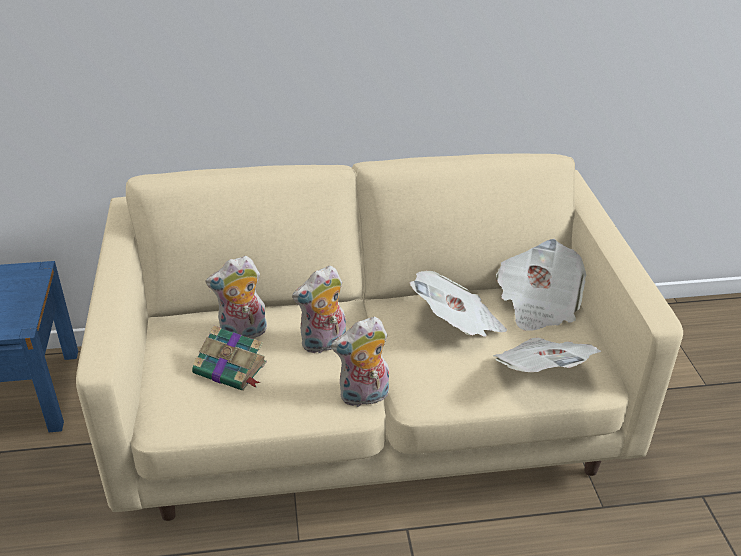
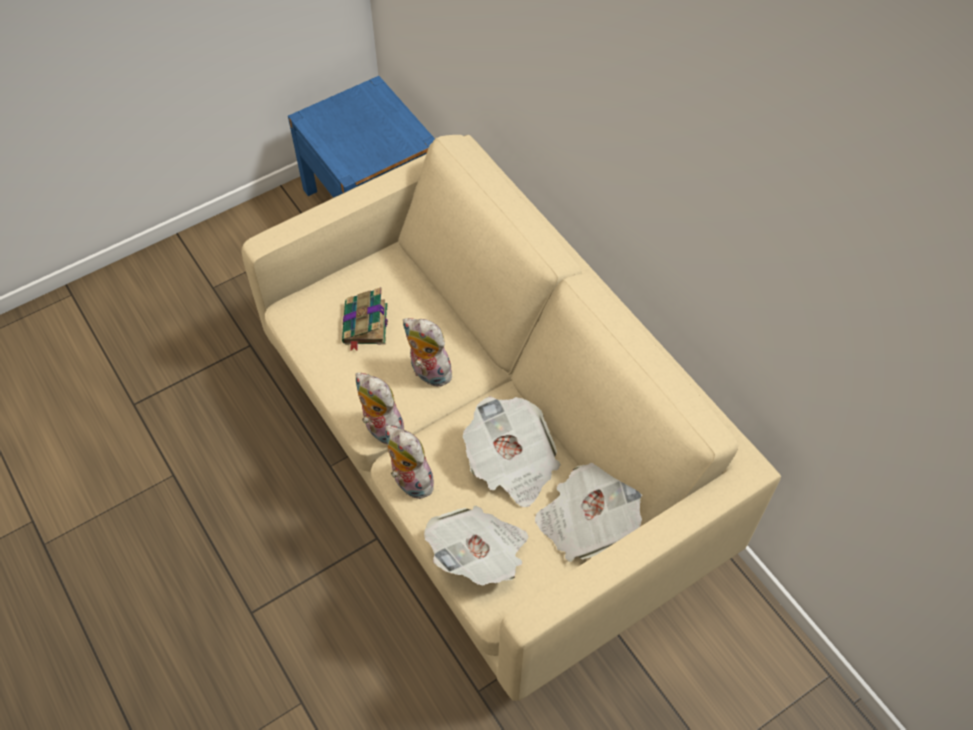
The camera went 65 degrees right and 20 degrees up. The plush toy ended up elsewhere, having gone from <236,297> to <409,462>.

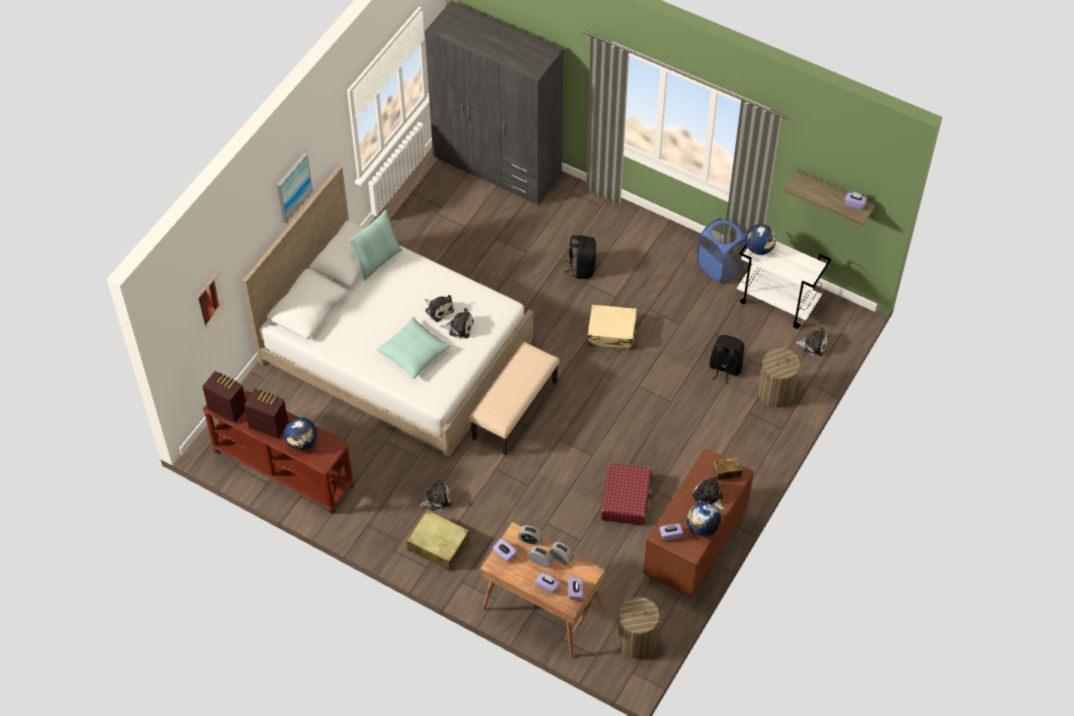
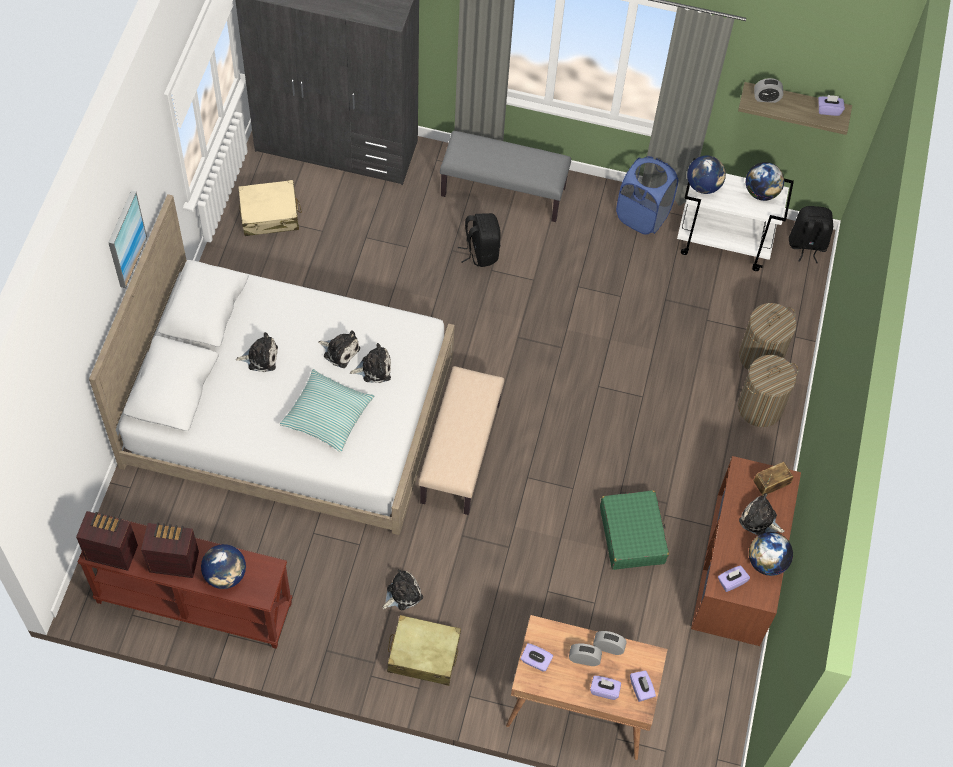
The camera went 20 degrees left and 5 degrees up. The second view lost the picture at <211,300>. The second view lost the pillow at <375,245>. The second view gained the grey bench at <505,176>. The second view gained the globe at <765,181>. The alarm clock ended up elsewhere, having gone from <530,536> to <768,90>. The beige suitcase ended up elsewhere, having gone from <612,327> to <270,208>. The laundry basket ended up elsewhere, having gone from <639,628> to <768,391>. The black backpack ended up elsewhere, having gone from <726,359> to <811,234>. The plush toy ended up elsewhere, having gone from <811,341> to <257,352>. What was the red suitcase at <626,494> turned into the green suitcase at <634,530>.

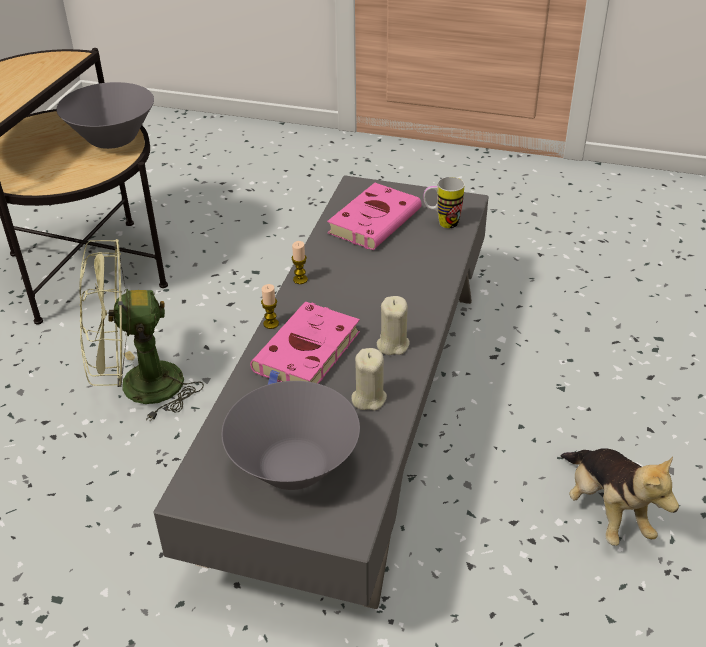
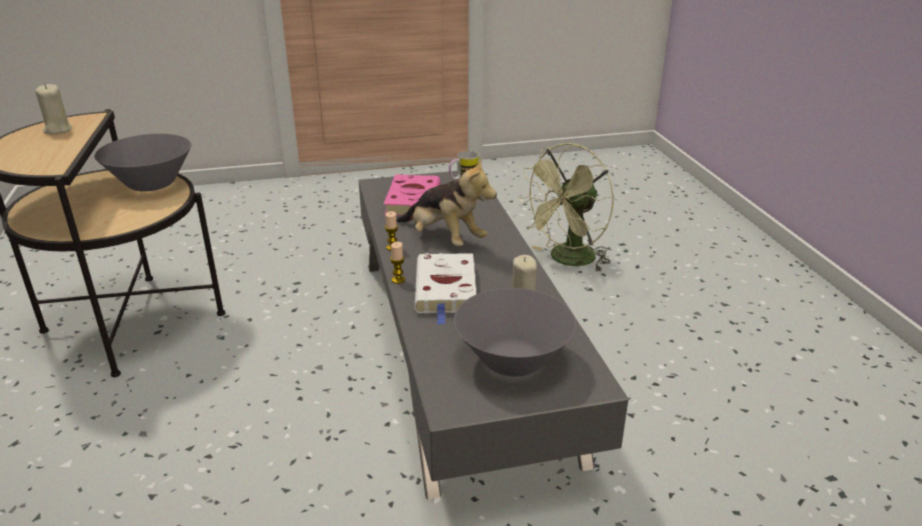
The camera went 30 degrees left and 10 degrees down. The green fan ended up elsewhere, having gone from <141,330> to <566,207>. The beige candle ended up elsewhere, having gone from <393,325> to <53,109>. The plush toy ended up elsewhere, having gone from <620,497> to <446,202>. What was the pink book at <305,343> turned into the white book at <446,289>.

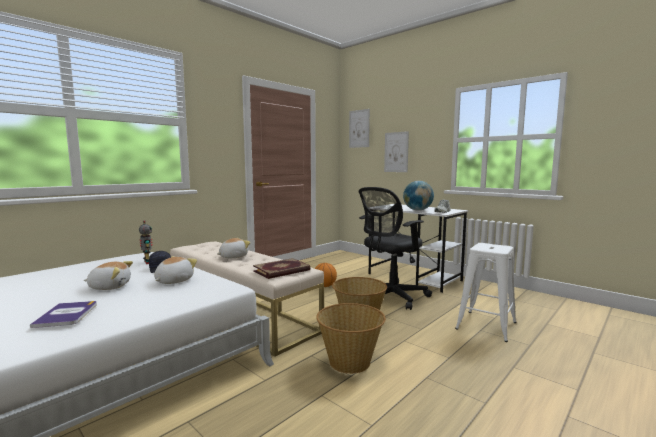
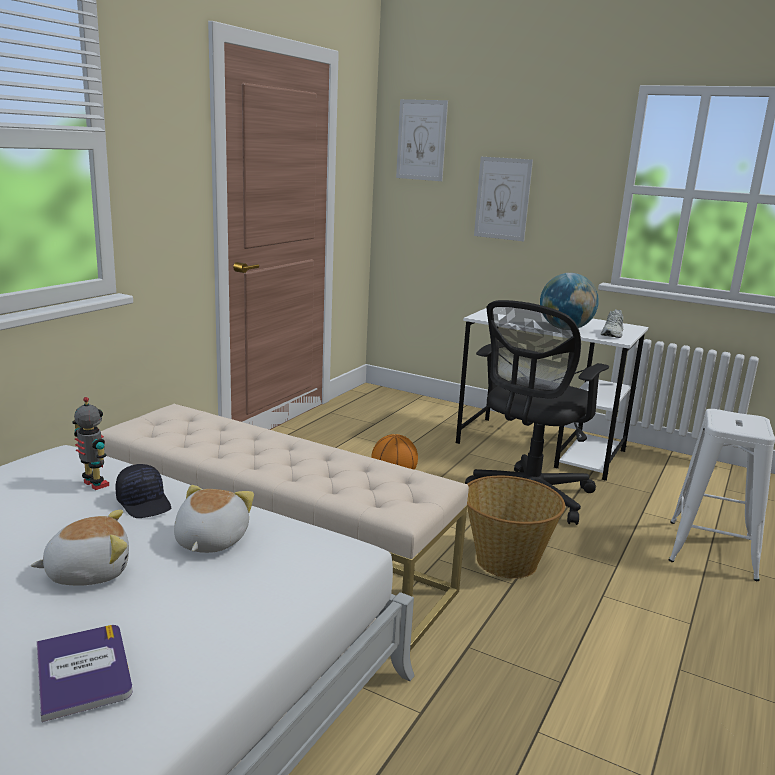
The camera went 15 degrees left and 10 degrees up. The second view lost the plush toy at <233,248>. The second view lost the book at <281,268>. The second view lost the basket at <351,338>.

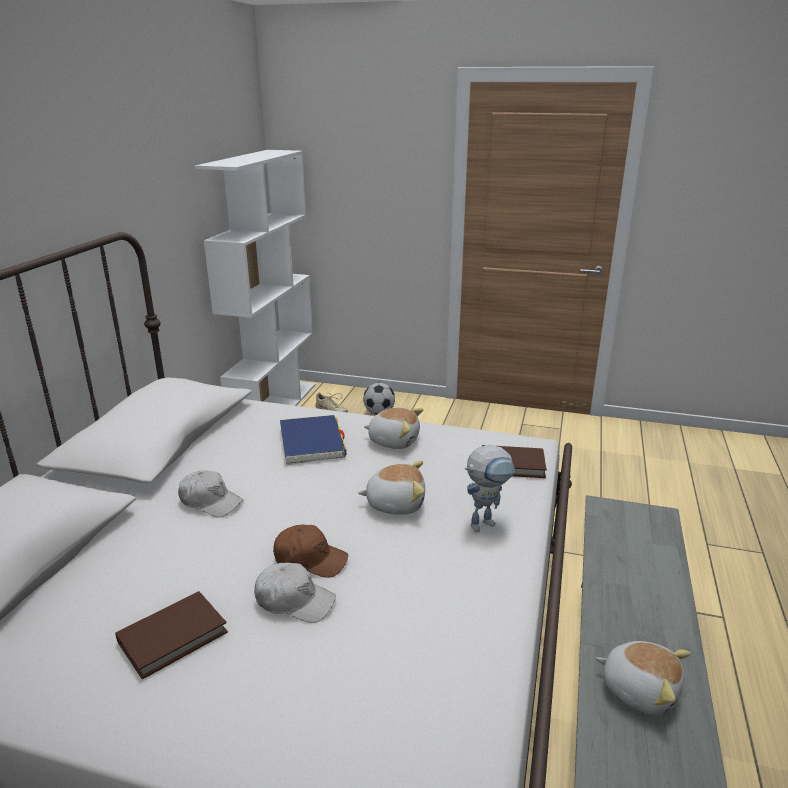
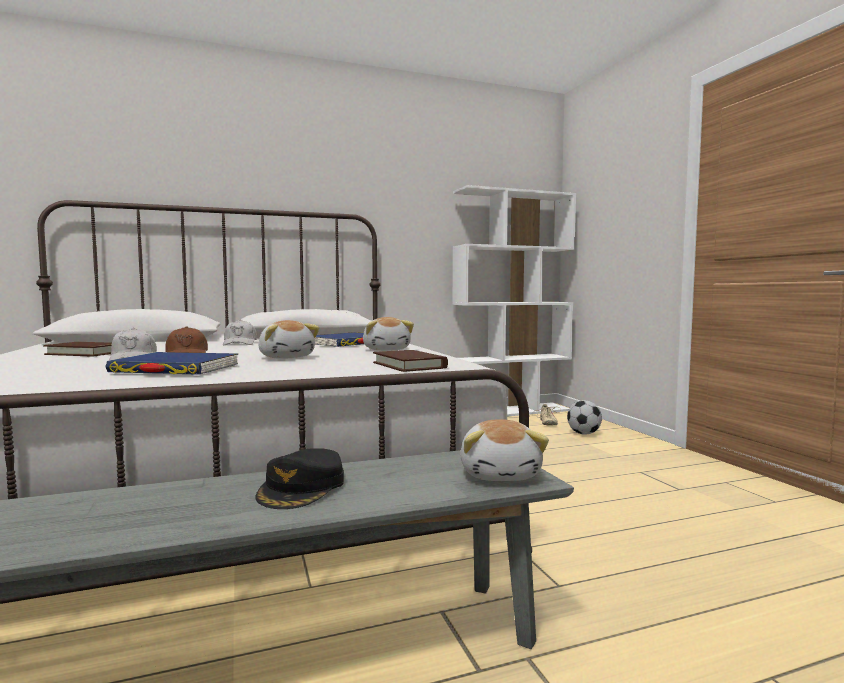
The camera went 55 degrees right and 20 degrees down. The second view lost the toy robot at <490,488>. The second view gained the blue book at <172,363>. The second view gained the black cap at <299,478>. The plush toy ended up elsewhere, having gone from <643,678> to <504,450>.

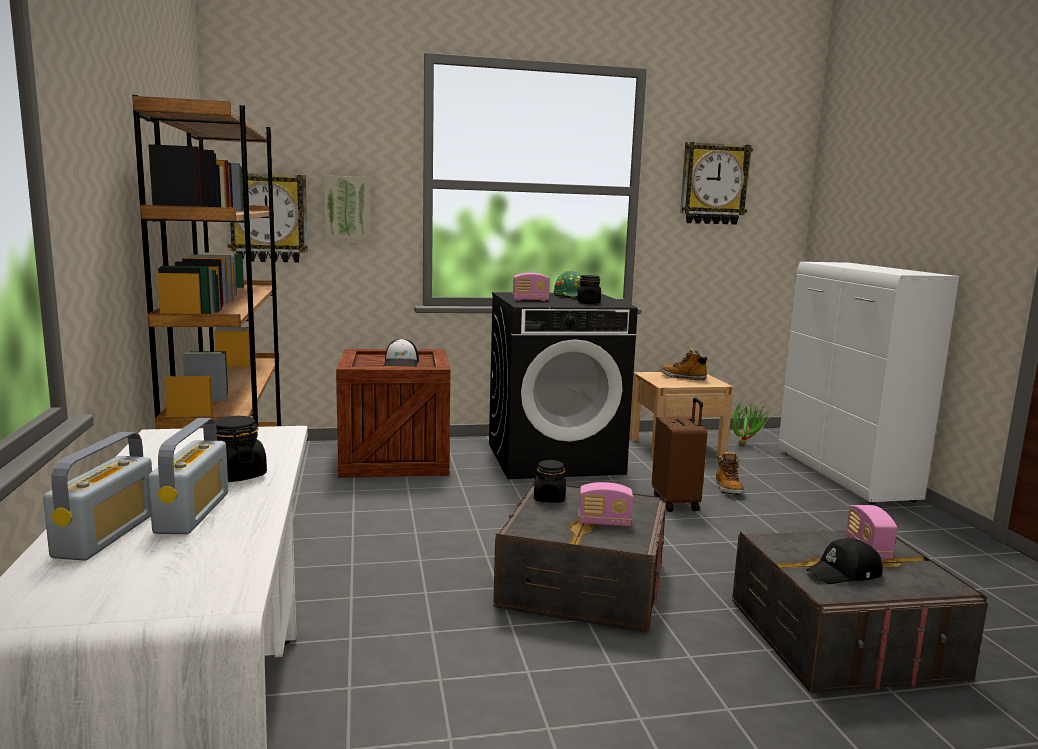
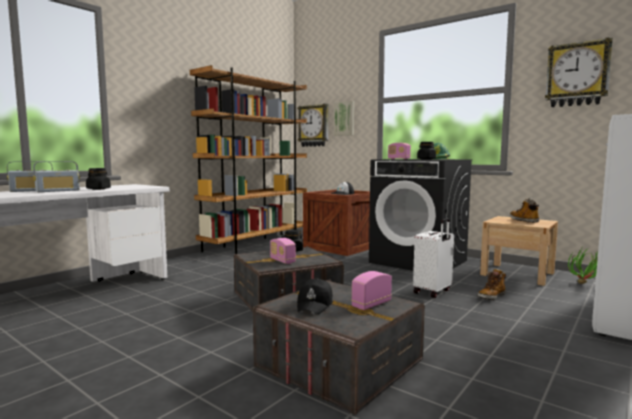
The camera went 50 degrees right and 5 degrees down. What was the brown suitcase at <679,455> turned into the white suitcase at <433,258>. The black cap at <844,561> ended up facing another way, 105 degrees counterclockwise from before.

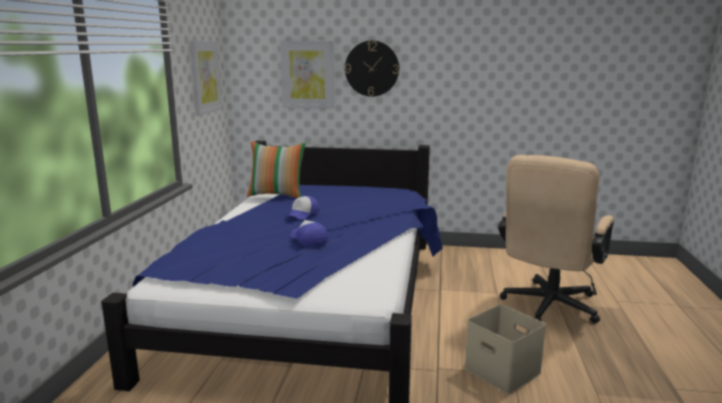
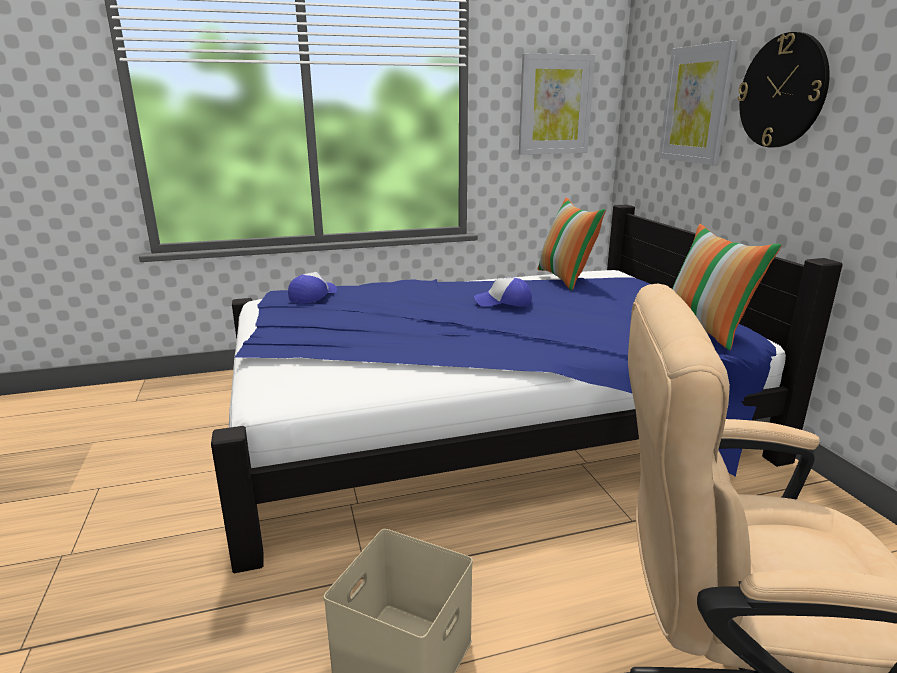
The camera went 65 degrees right and 5 degrees up. The second view gained the pillow at <727,287>. The cap ended up elsewhere, having gone from <309,233> to <312,288>.

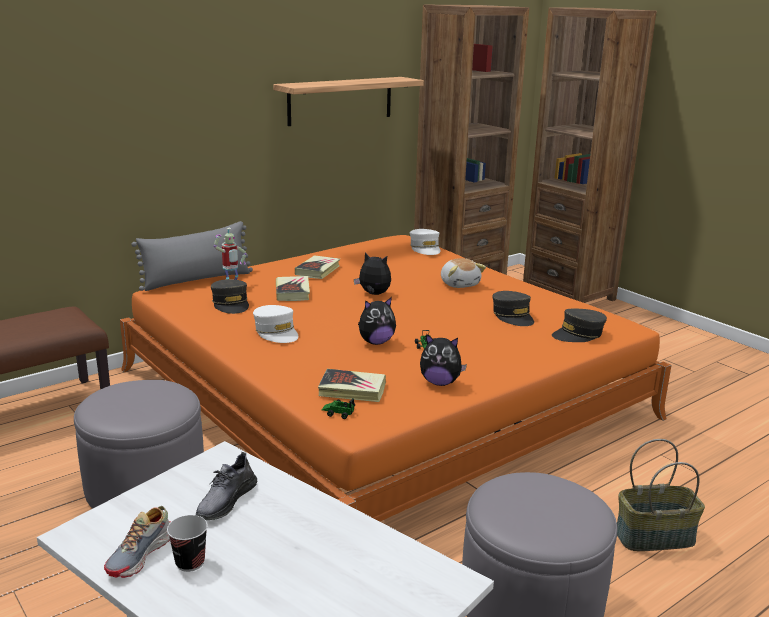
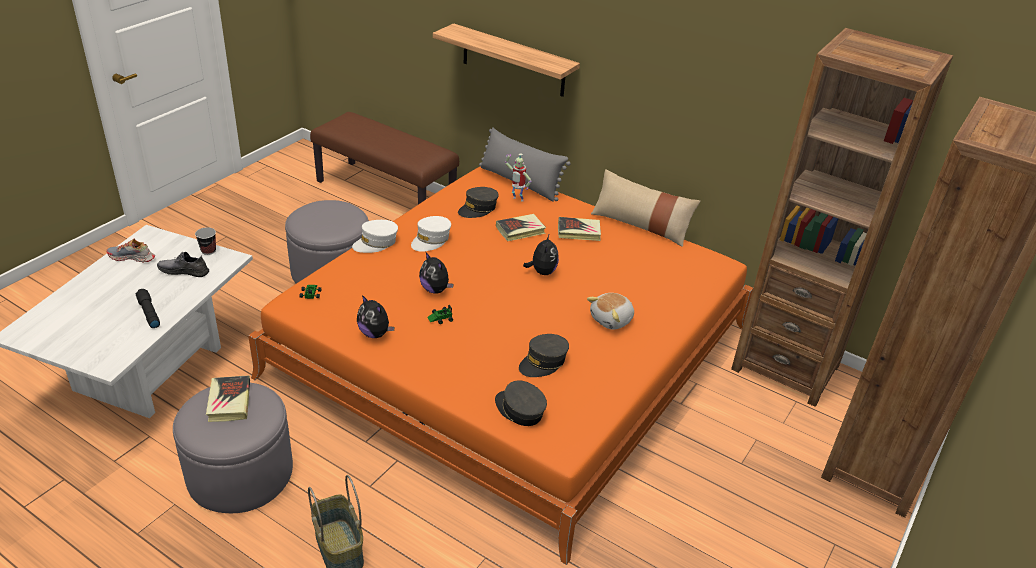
The camera went 70 degrees right and 15 degrees up. The second view gained the black flashlight at <148,308>. The second view gained the beige pillow at <645,208>. The cup ended up elsewhere, having gone from <187,543> to <205,241>. The shelf ended up elsewhere, having gone from <348,101> to <506,60>. The book ended up elsewhere, having gone from <352,385> to <228,398>. The white cap ended up elsewhere, having gone from <425,242> to <375,236>. The plush toy at <443,360> ended up facing another way, 45 degrees counterclockwise from before.

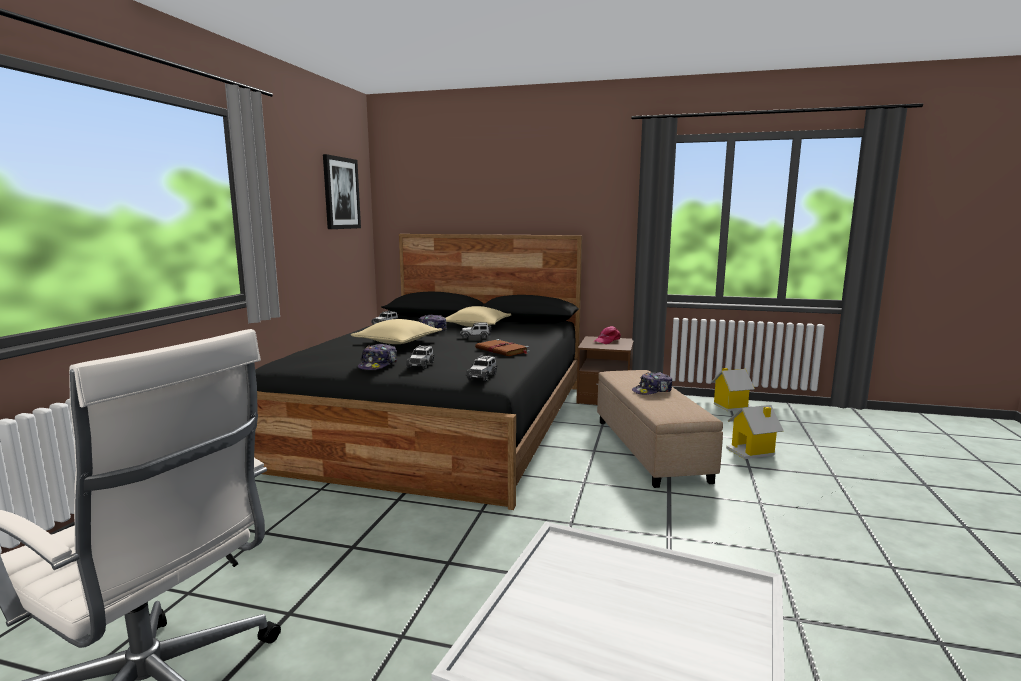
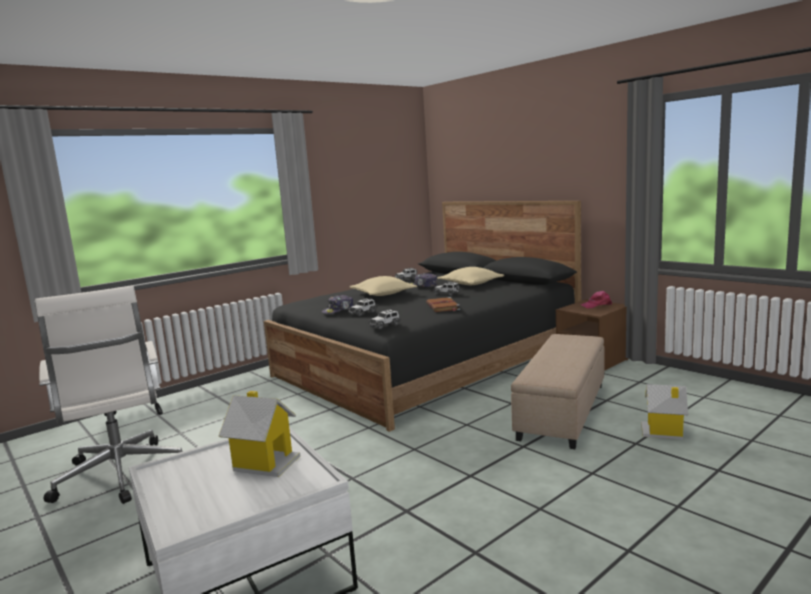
The camera went 35 degrees right and 0 degrees up. The second view lost the picture at <342,191>. The second view lost the cap at <652,383>. The toy house ended up elsewhere, having gone from <733,389> to <259,434>.

